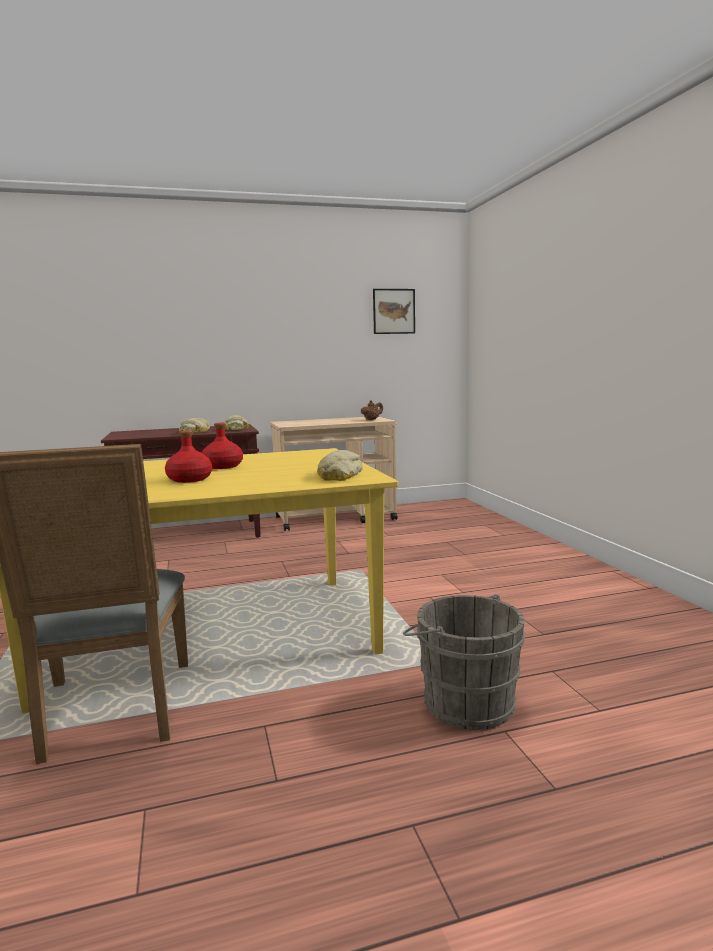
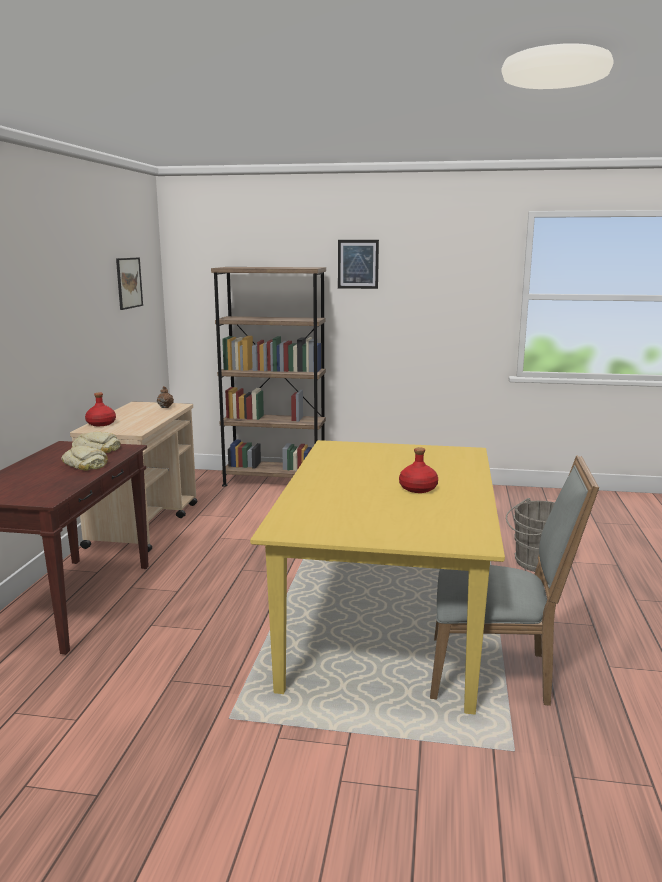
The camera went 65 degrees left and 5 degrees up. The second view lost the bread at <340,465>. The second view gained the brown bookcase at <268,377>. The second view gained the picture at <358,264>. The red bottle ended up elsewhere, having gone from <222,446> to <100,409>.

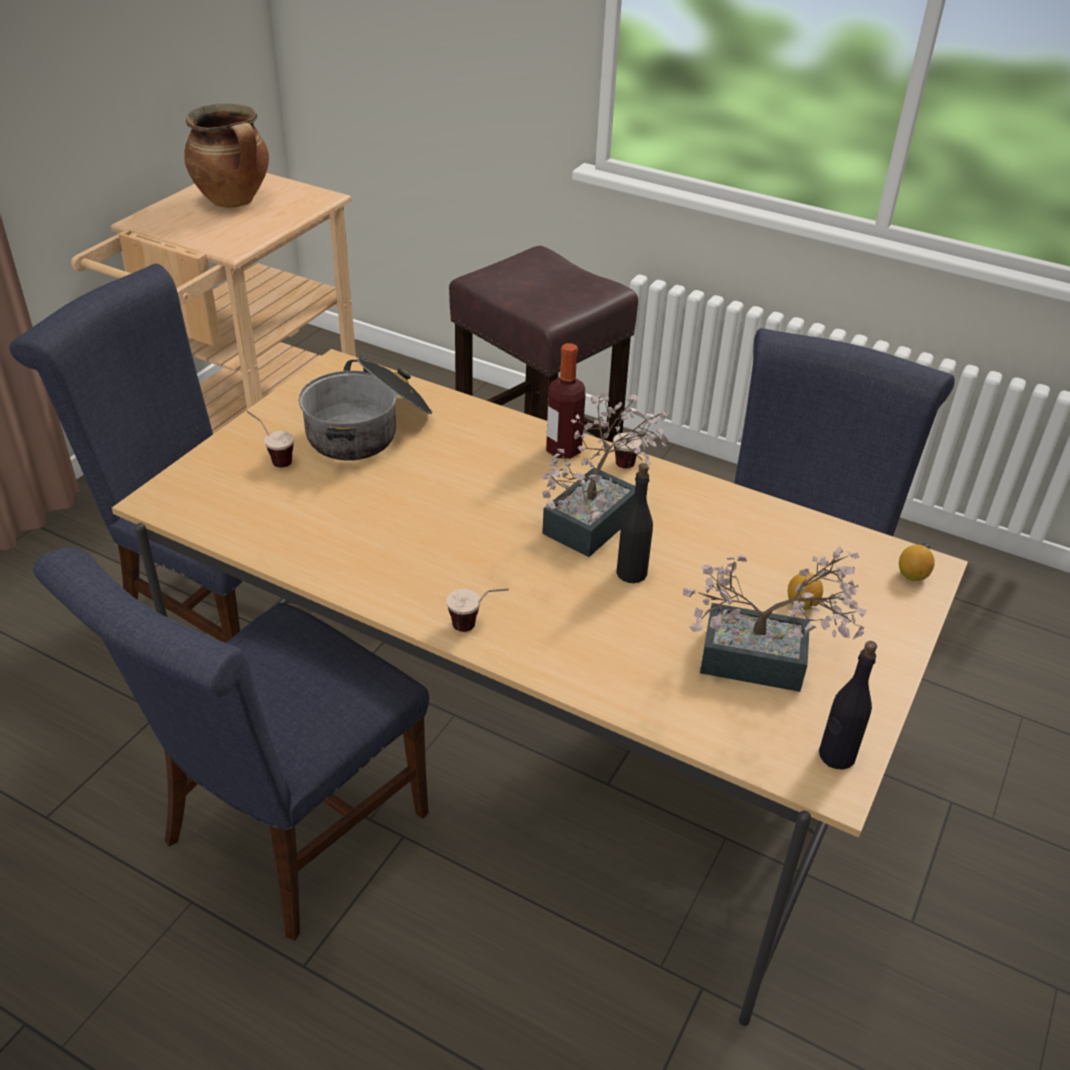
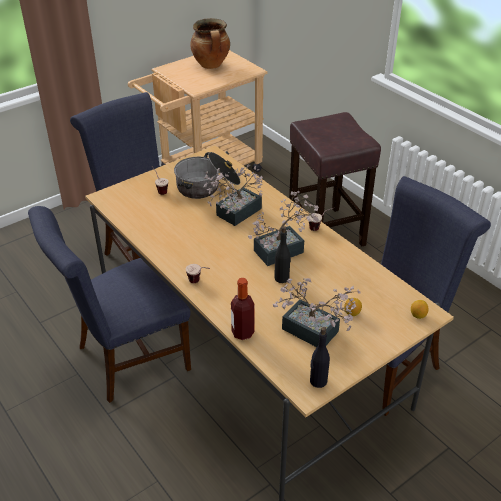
The camera went 25 degrees right and 0 degrees up. The second view gained the potted plant at <233,195>. The bottle ended up elsewhere, having gone from <565,401> to <243,309>.

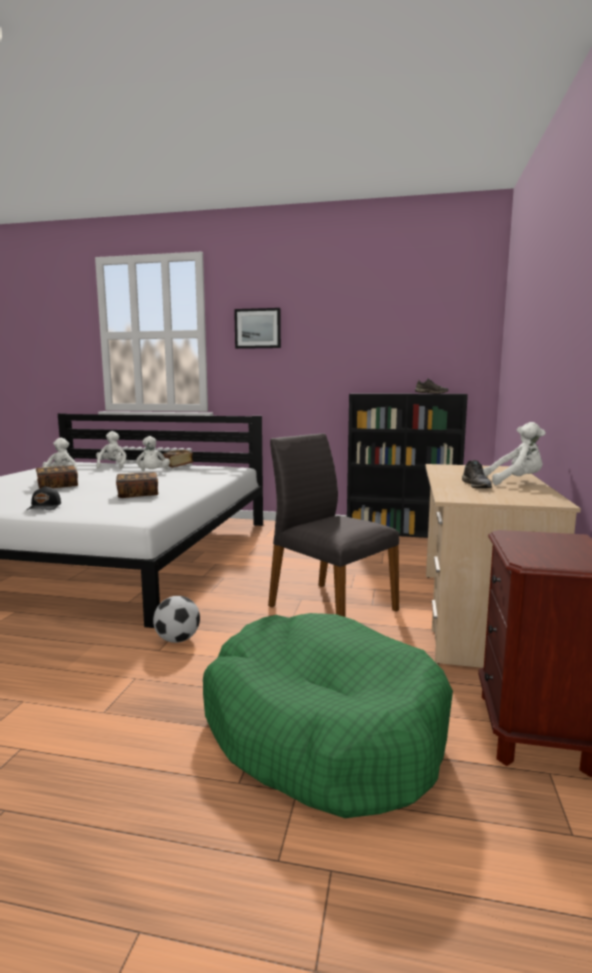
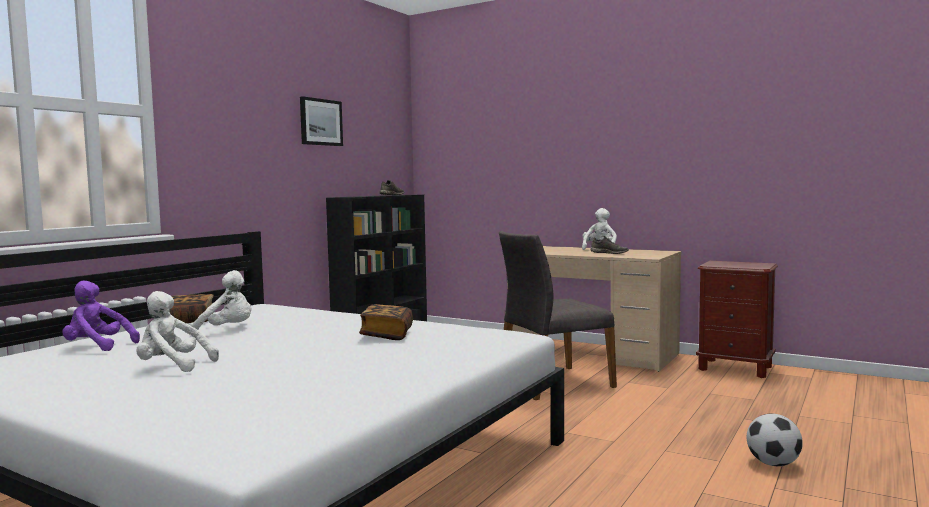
The camera went 70 degrees left and 5 degrees down. The second view lost the black cap at <44,498>. The second view lost the book at <57,477>. The second view lost the green dog bed at <328,715>. The football ended up elsewhere, having gone from <176,619> to <775,440>. The picture ended up elsewhere, having gone from <257,328> to <321,121>. What was the white plush toy at <111,450> turned into the purple plush toy at <101,315>.

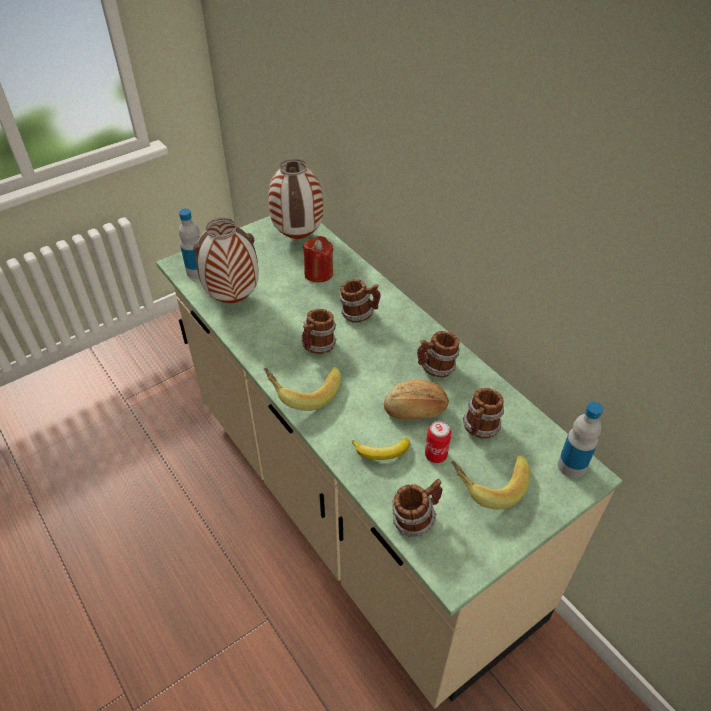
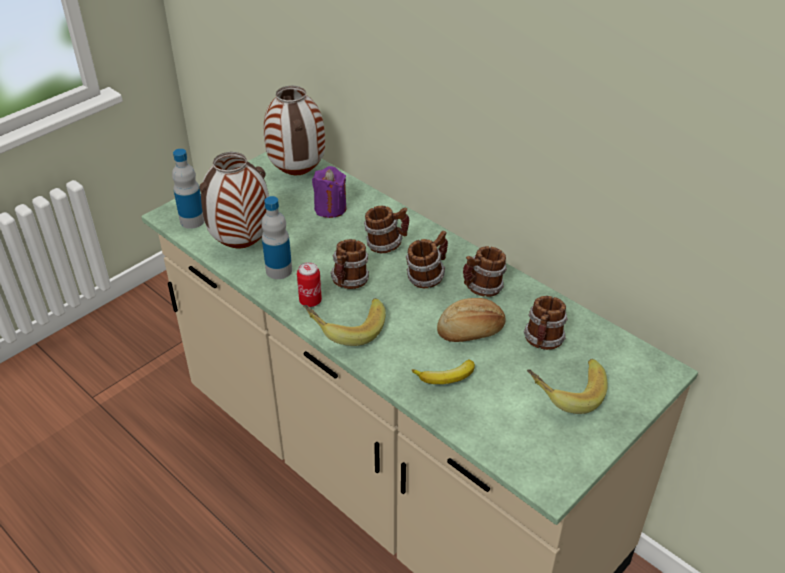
The camera went 10 degrees left and 5 degrees down. The mug ended up elsewhere, having gone from <417,508> to <427,259>. The can ended up elsewhere, having gone from <438,442> to <309,284>. The bottle ended up elsewhere, having gone from <580,440> to <276,237>. What was the red candle at <318,259> turned into the purple candle at <329,192>.

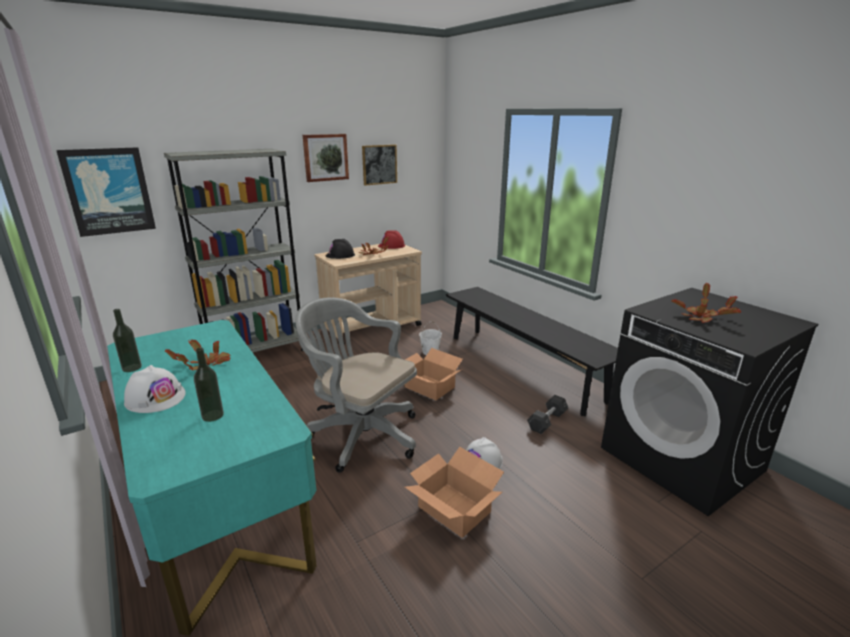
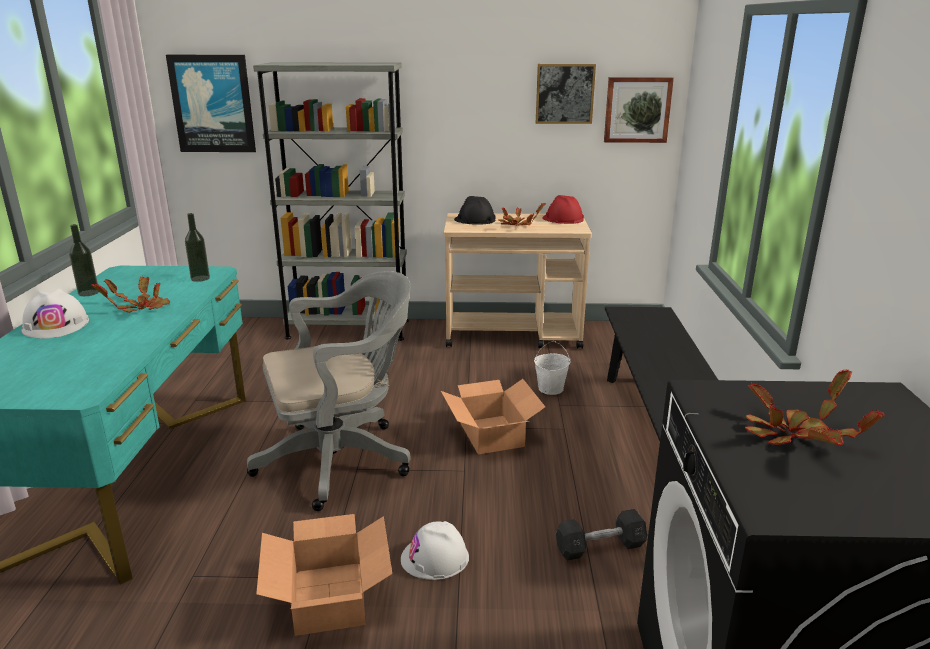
The camera went 35 degrees right and 0 degrees up. The bottle ended up elsewhere, having gone from <209,385> to <197,247>. The picture ended up elsewhere, having gone from <326,158> to <639,110>. The grey office chair at <356,385> ended up facing another way, 90 degrees clockwise from before.

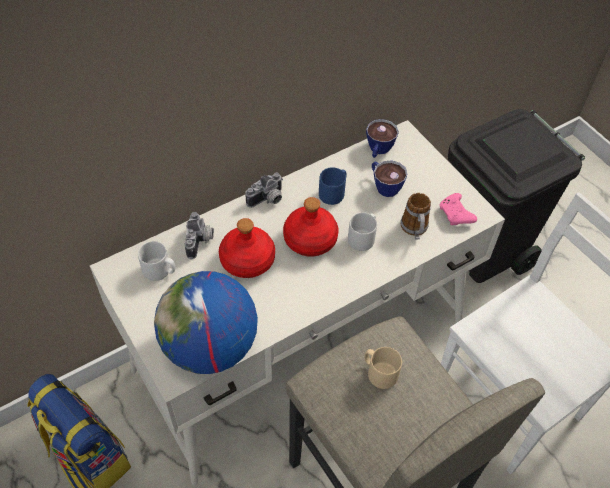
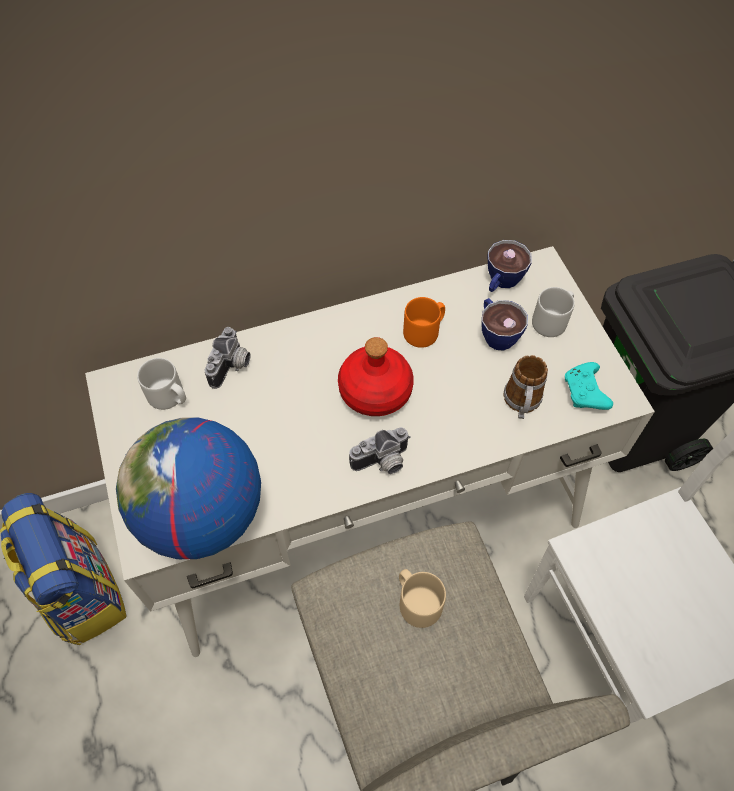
The camera went 15 degrees right and 5 degrees up. The second view lost the red bottle at <247,248>. The photo camera ended up elsewhere, having gone from <264,190> to <380,450>. The grey mug ended up elsewhere, having gone from <362,232> to <553,312>. What was the blue mug at <333,186> turned into the orange mug at <424,322>. What was the pink game controller at <458,209> turned into the turquoise game controller at <589,386>.

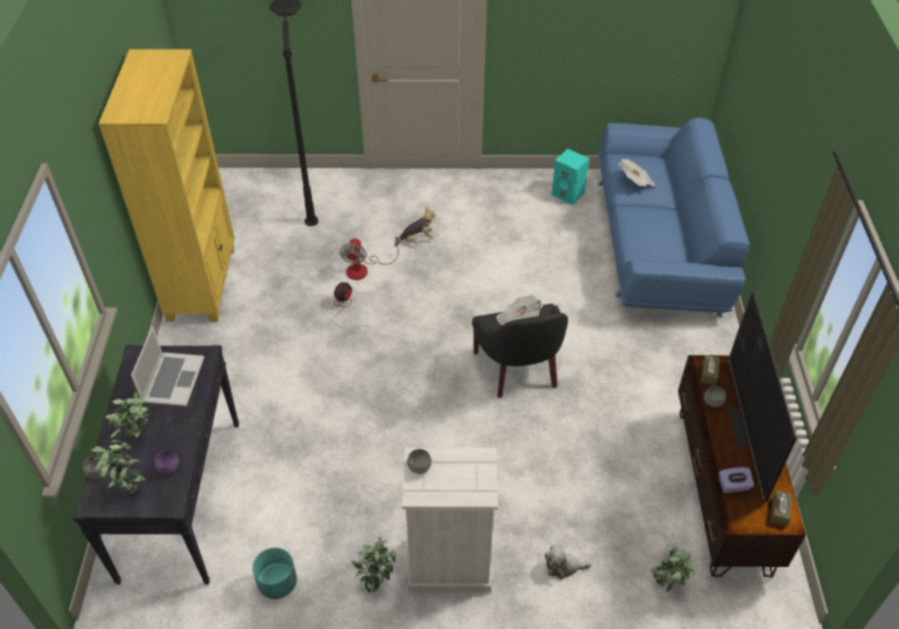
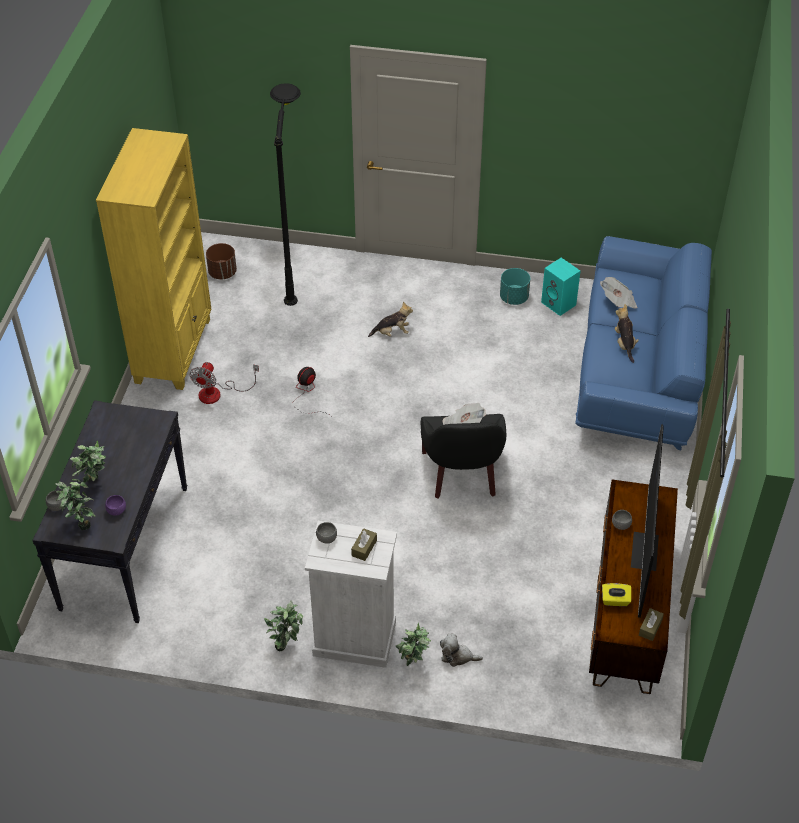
The camera went 10 degrees right and 0 degrees up. The second view lost the laptop at <167,366>. The second view gained the brown planter at <221,261>. The second view gained the plush toy at <627,333>. The turquoise planter ended up elsewhere, having gone from <274,573> to <515,286>. The fan ended up elsewhere, having gone from <370,258> to <224,383>. The potted plant ended up elsewhere, having gone from <674,568> to <413,644>. The brown tissue box ended up elsewhere, having gone from <710,370> to <364,544>. What was the purple tissue box at <736,480> turned into the yellow tissue box at <616,594>.

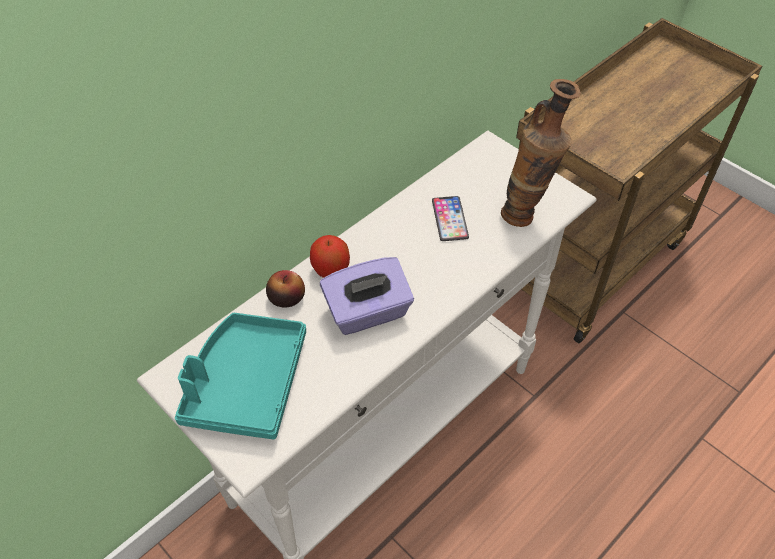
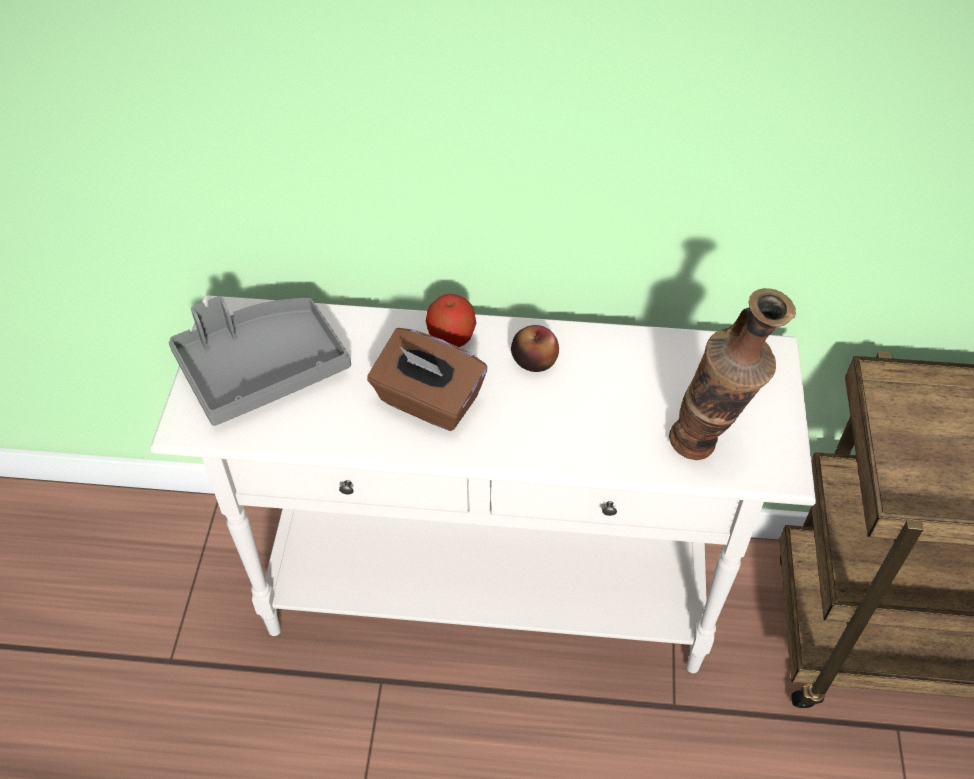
The camera went 50 degrees right and 0 degrees up. The second view lost the phone at <450,218>. The apple ended up elsewhere, having gone from <285,289> to <535,348>. What was the turquoise tray at <240,376> turned into the grey tray at <259,361>. What was the purple tissue box at <367,296> turned into the brown tissue box at <427,379>.

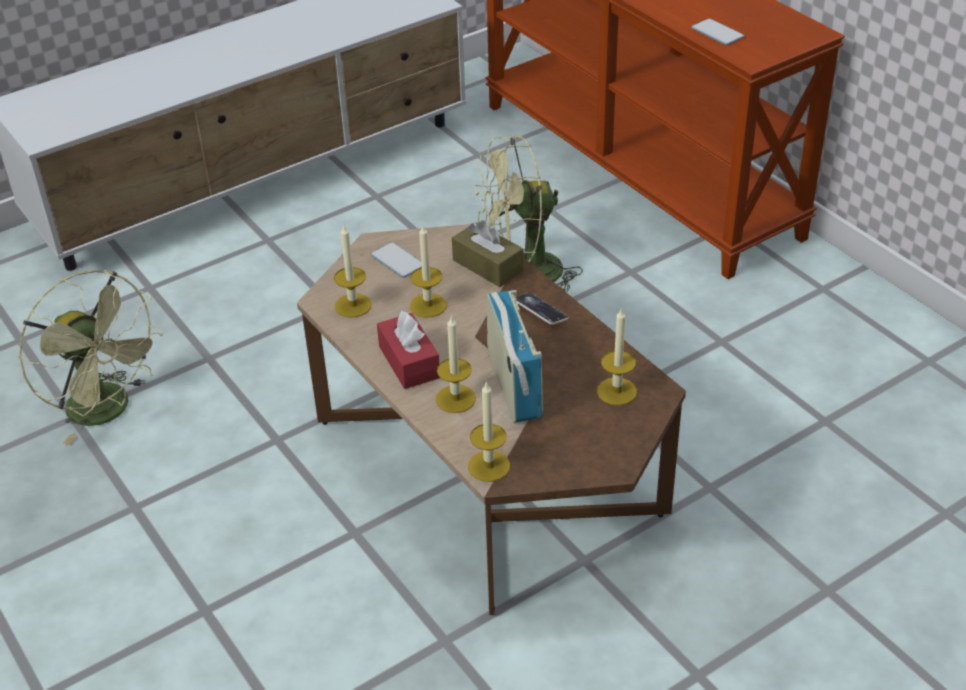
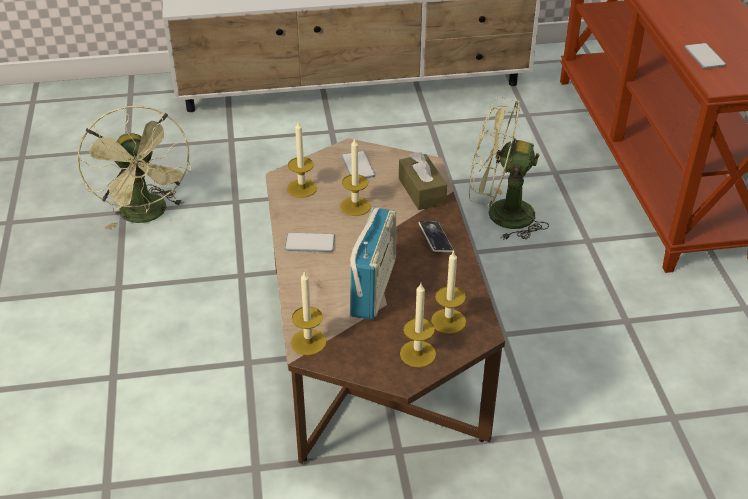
The camera went 25 degrees right and 0 degrees up. The candle ended up elsewhere, having gone from <456,364> to <418,325>. Where the red tissue box stood at <408,350>, the phone came to stand at <310,242>.

